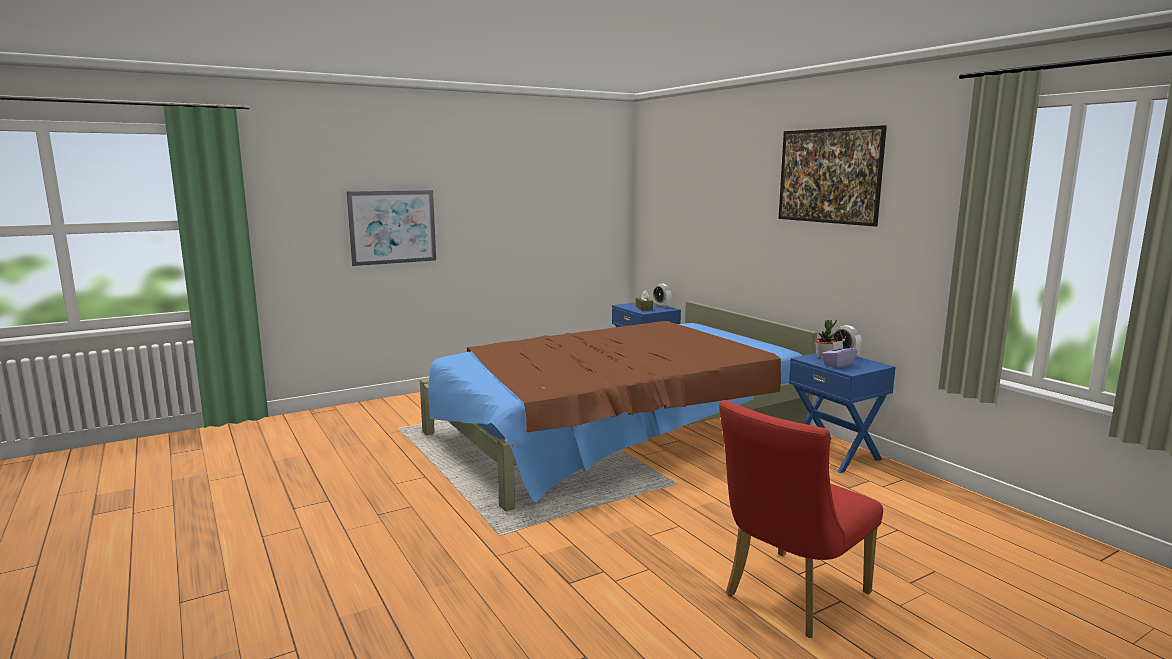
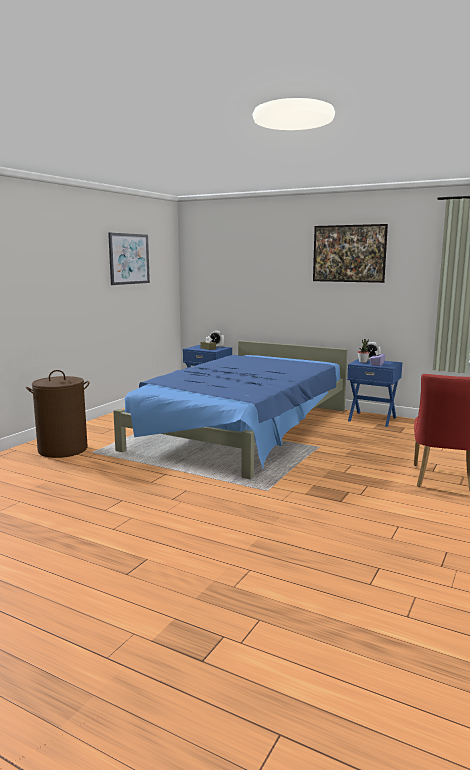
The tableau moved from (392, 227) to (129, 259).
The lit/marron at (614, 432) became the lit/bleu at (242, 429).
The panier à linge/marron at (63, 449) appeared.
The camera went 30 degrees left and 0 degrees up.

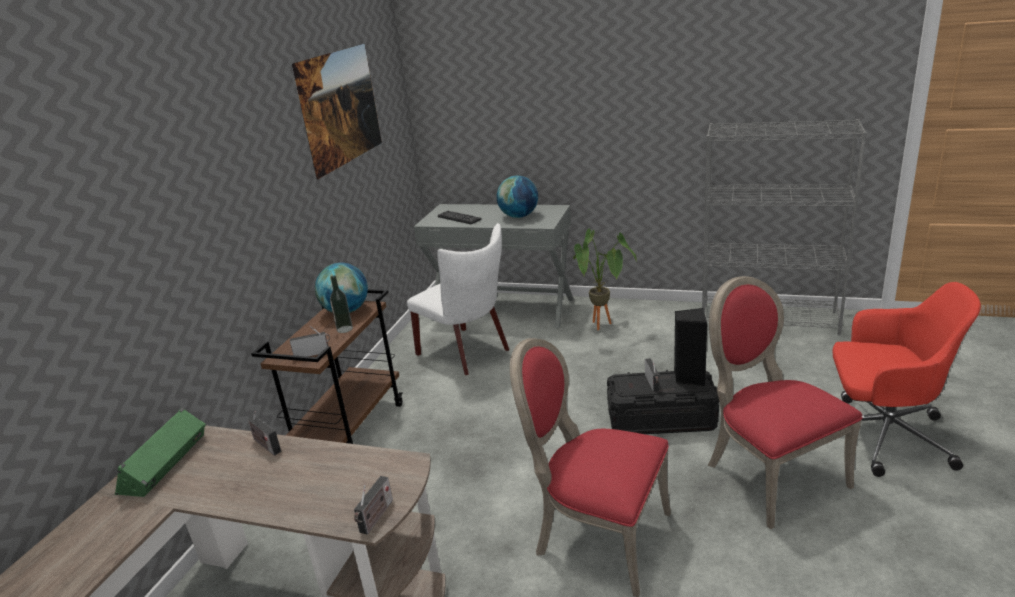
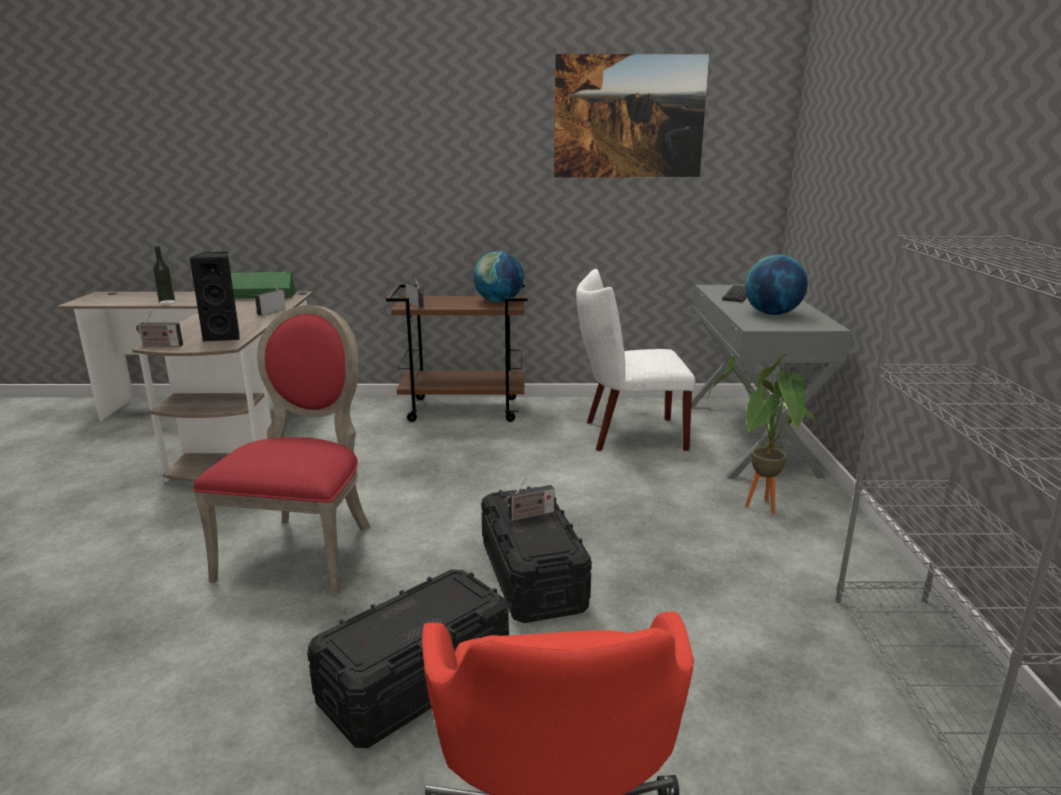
The bouteille moved from (344, 329) to (167, 302).
The chaise/blanc at (468, 353) turned 60 degrees clockwise.
The enceinte/noir moved from (689, 377) to (224, 336).
The chaise/rouge at (769, 474) was replaced by the boîte de rangement/noir at (417, 680).
The camera went 70 degrees right and 5 degrees down.

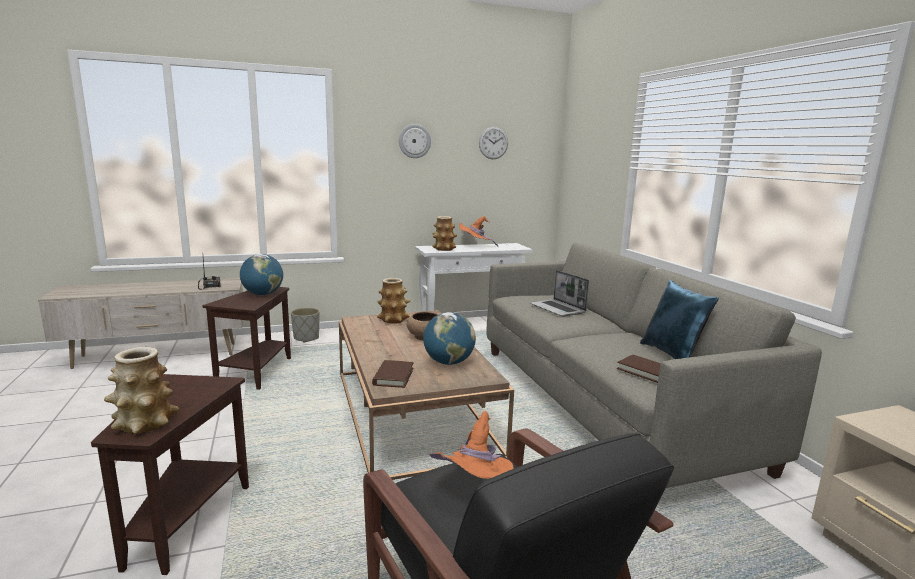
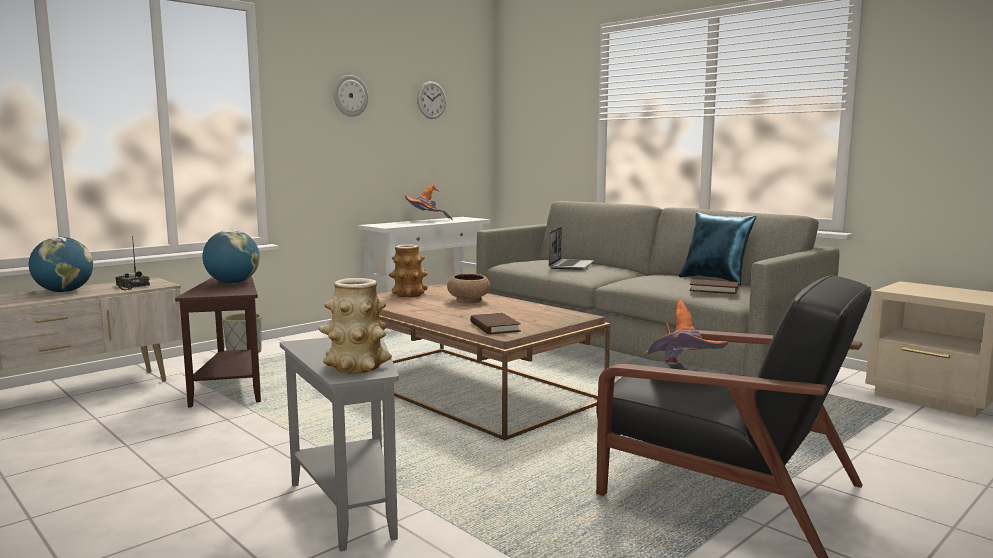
The table d'appoint/marron at (186, 519) became the table d'appoint/gris at (350, 504).
The globe moved from (448, 362) to (64, 291).
The vase at (444, 249) disappeared.
The ordinateur portable at (558, 309) turned 105 degrees counterclockwise.
The camera went 25 degrees left and 5 degrees down.

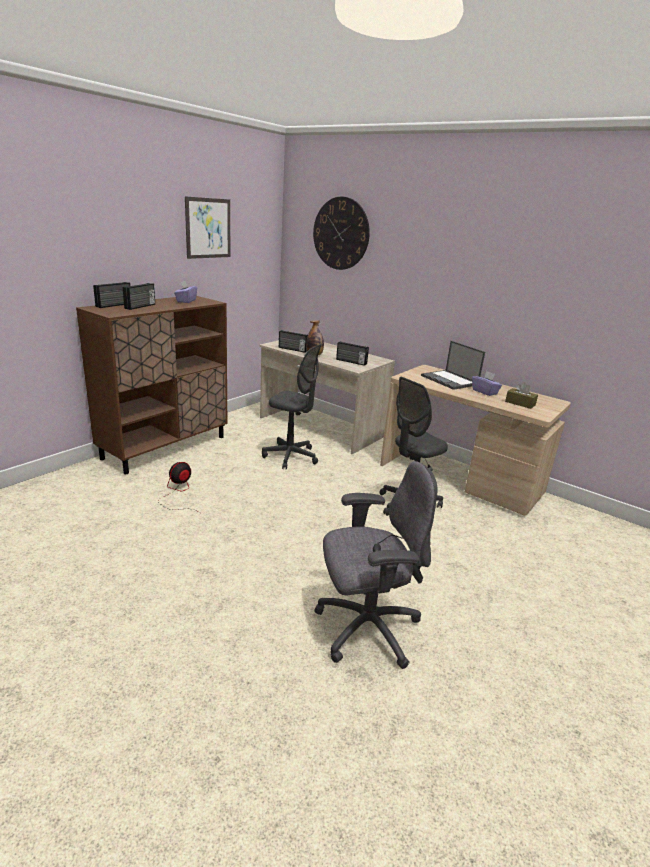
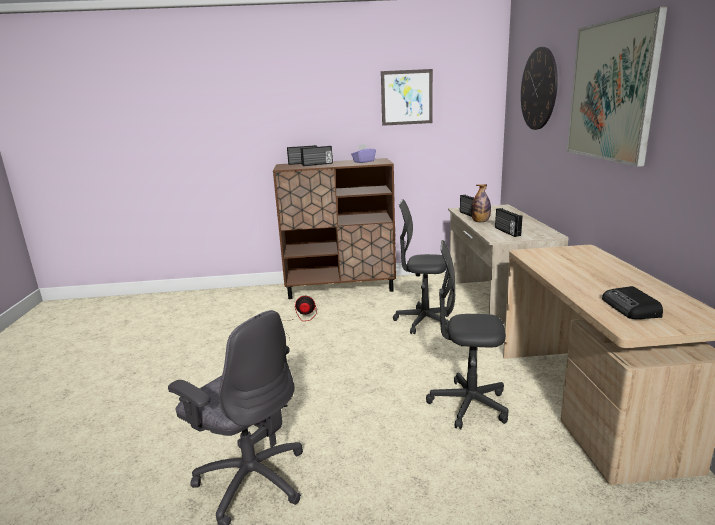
The chaise de bureau/gris at (290, 456) turned 120 degrees clockwise.
The ordinateur portable at (450, 380) disappeared.
The boîte à mouchoirs/violet at (484, 392) disappeared.
The boîte à mouchoirs/marron at (520, 403) was replaced by the radio at (631, 308).
The tableau at (611, 91) appeared.
The camera went 50 degrees right and 5 degrees down.

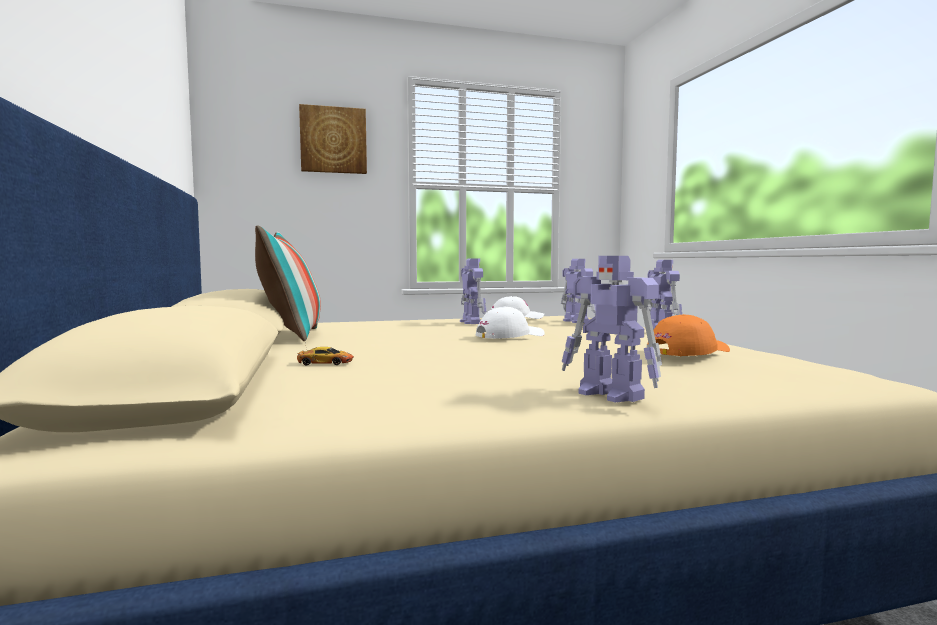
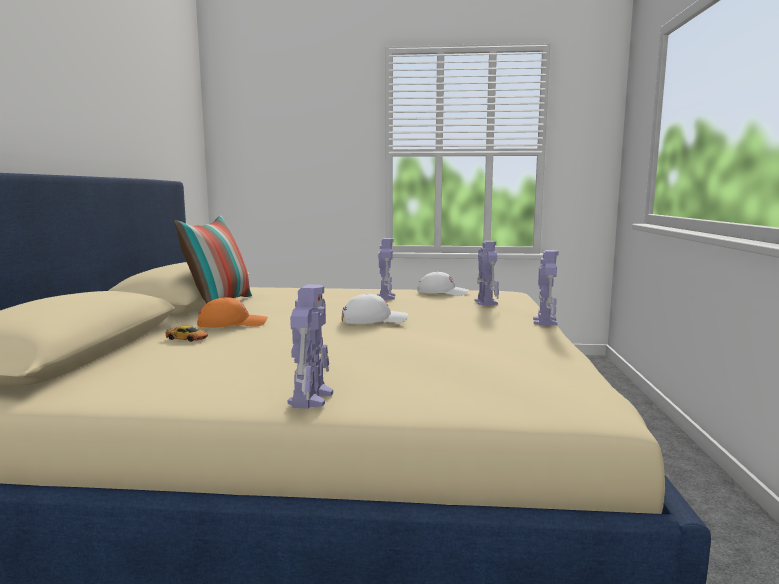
The tableau at (333, 140) disappeared.
The robot jouet at (611, 394) turned 150 degrees counterclockwise.
The casquette/orange moved from (688, 351) to (232, 323).
The camera went 20 degrees right and 5 degrees up.

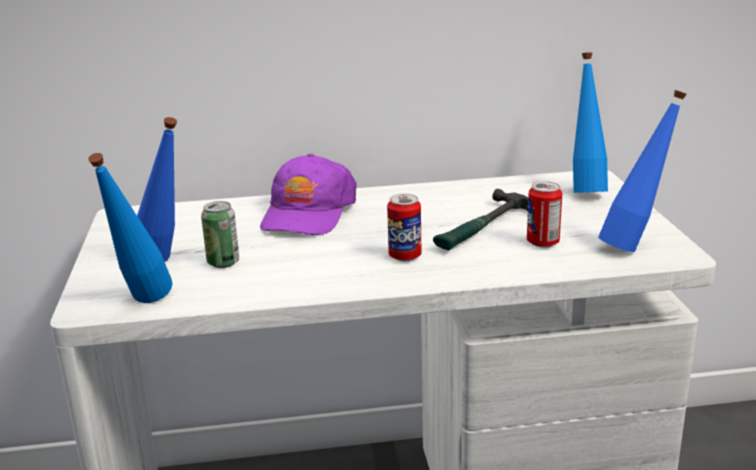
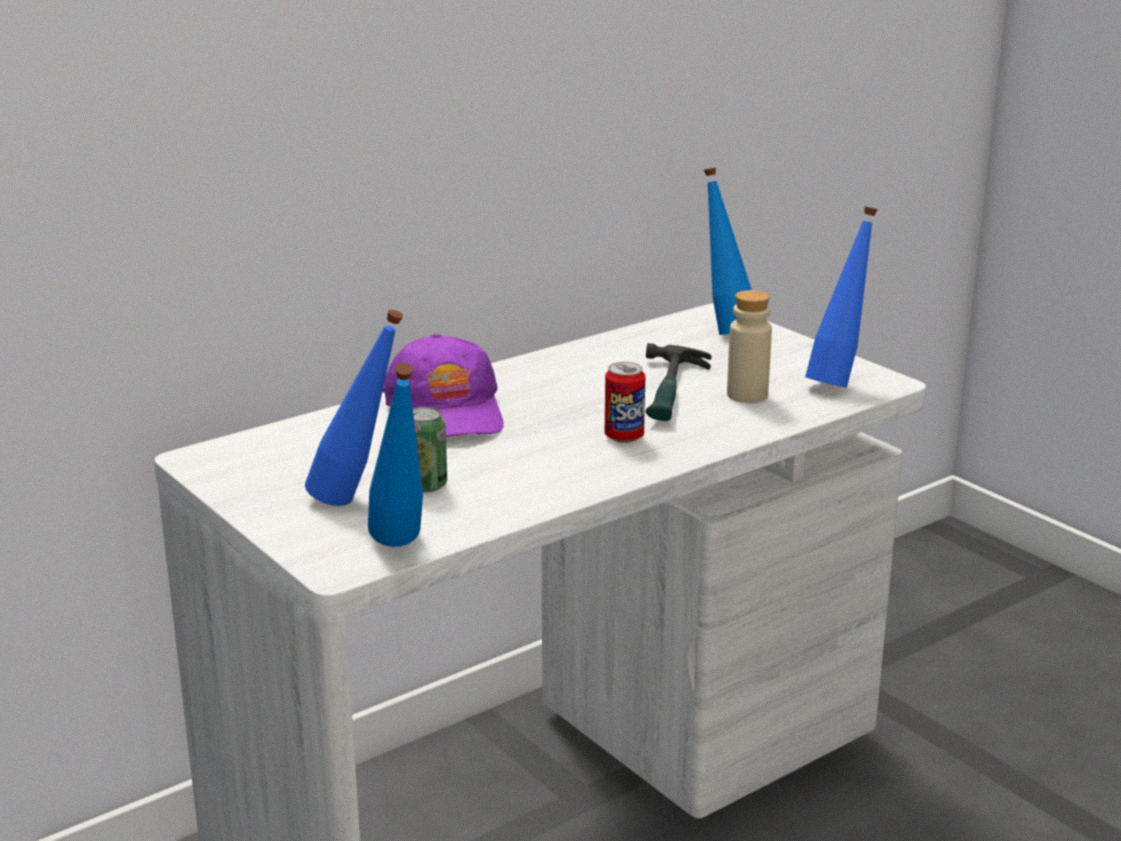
The boîte métallique at (542, 243) was replaced by the bouteille/beige at (747, 395).
The camera went 30 degrees left and 0 degrees up.

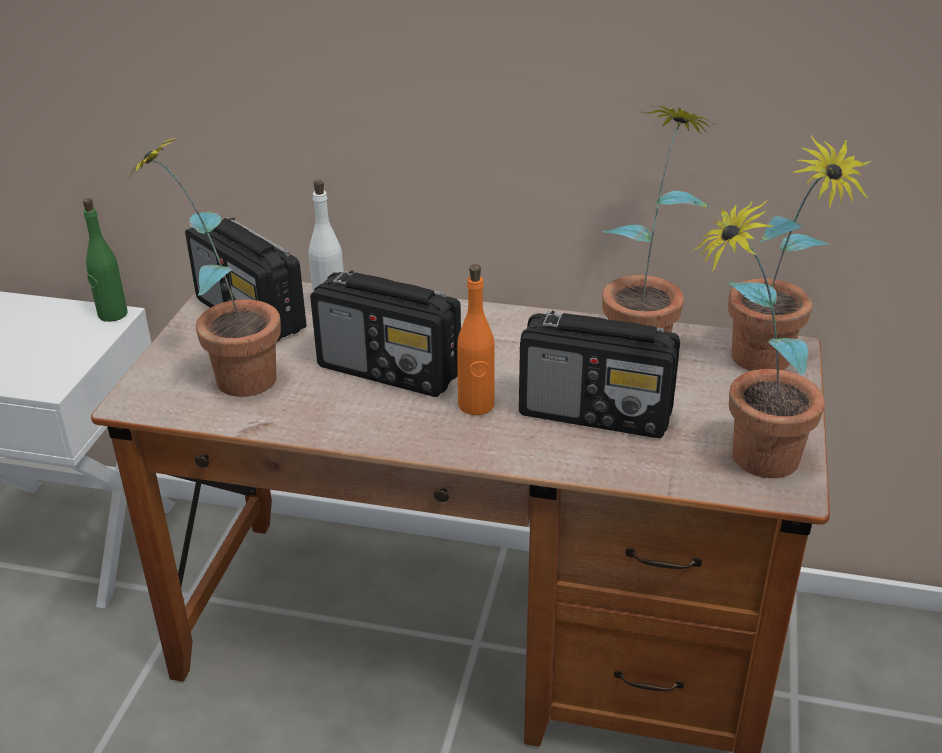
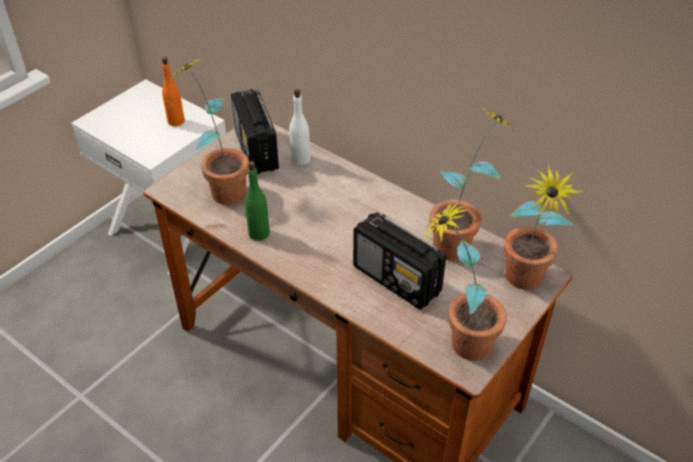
The bouteille/vert moved from (112, 314) to (258, 233).
The radio at (390, 371) disappeared.
The bouteille/orange moved from (476, 405) to (176, 121).
The camera went 25 degrees right and 10 degrees up.

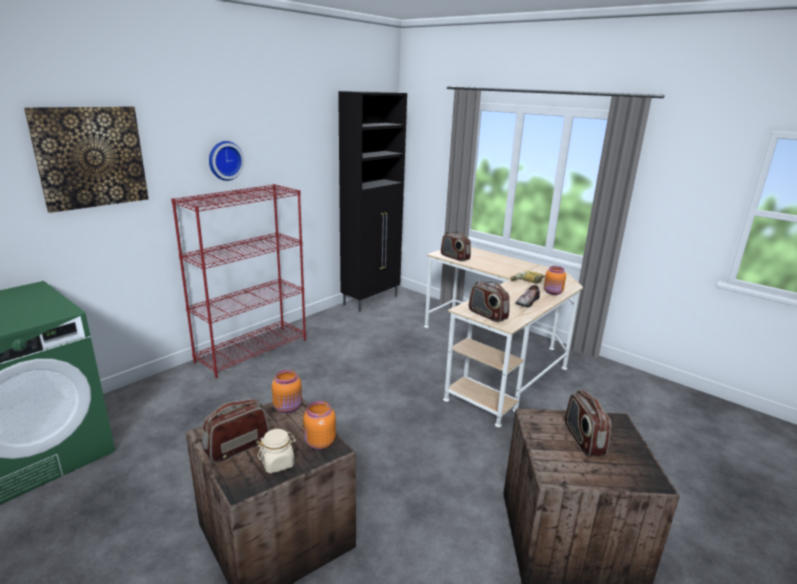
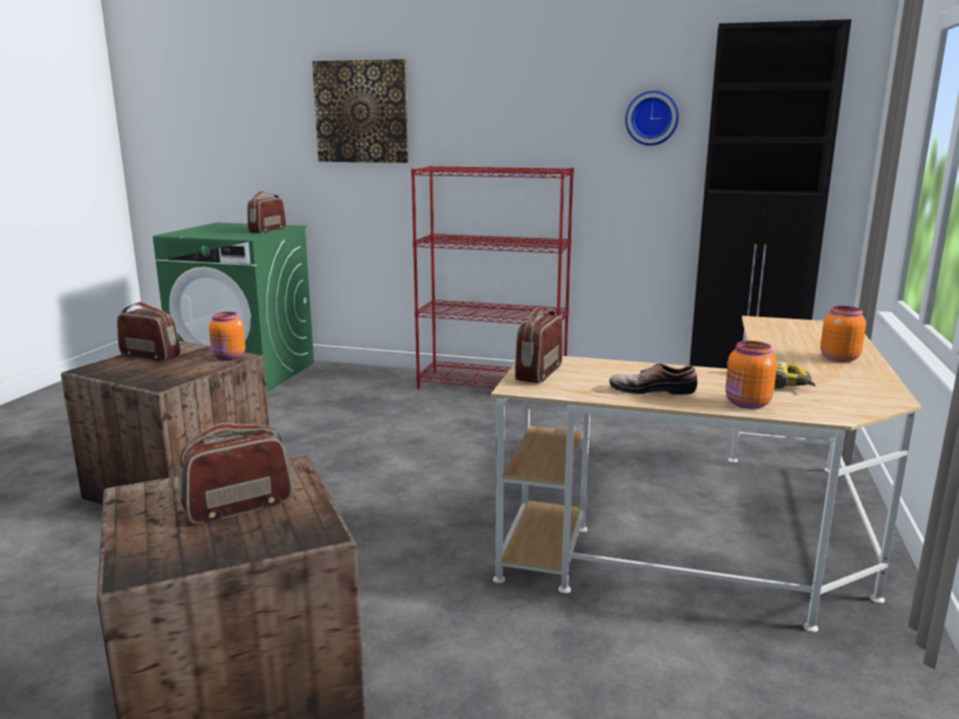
The horloge murale moved from (224, 160) to (652, 118).
The bocal/beige at (278, 463) disappeared.
The bocal/orange moved from (319, 443) to (838, 358).
The radio moved from (454, 257) to (267, 230).
The camera went 65 degrees right and 5 degrees down.

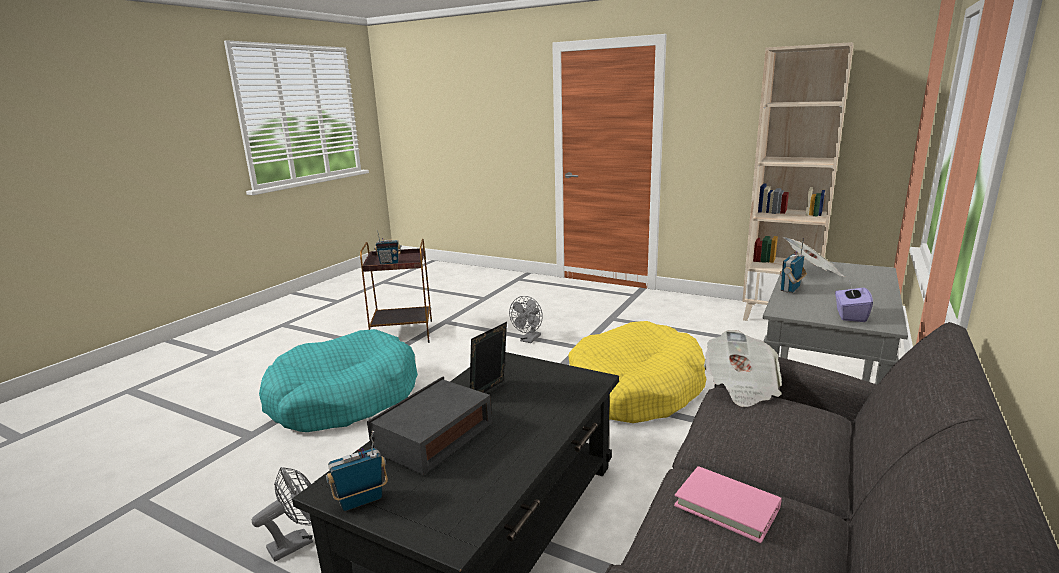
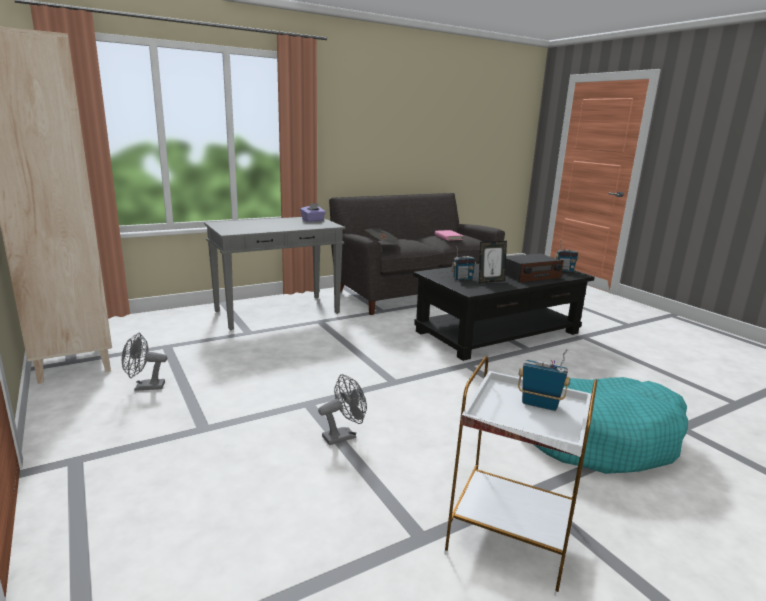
The ventilateur/gris moved from (297, 542) to (144, 387).
The table d'appoint/marron at (403, 333) became the table d'appoint/blanc at (509, 535).
The panier pour chien/jaune at (634, 389) disappeared.
The radio moved from (790, 289) to (462, 278).
The journal at (811, 271) disappeared.
The camera went 150 degrees left and 0 degrees up.

